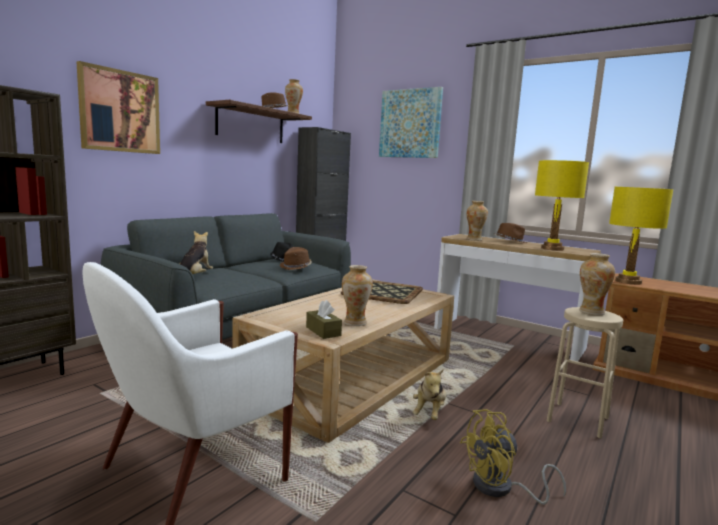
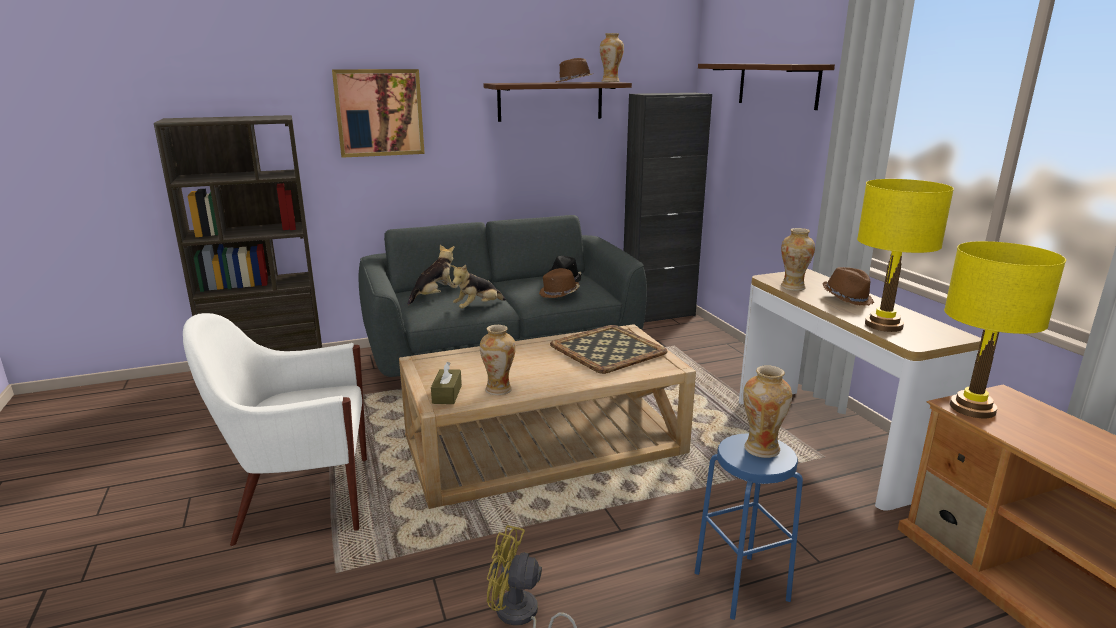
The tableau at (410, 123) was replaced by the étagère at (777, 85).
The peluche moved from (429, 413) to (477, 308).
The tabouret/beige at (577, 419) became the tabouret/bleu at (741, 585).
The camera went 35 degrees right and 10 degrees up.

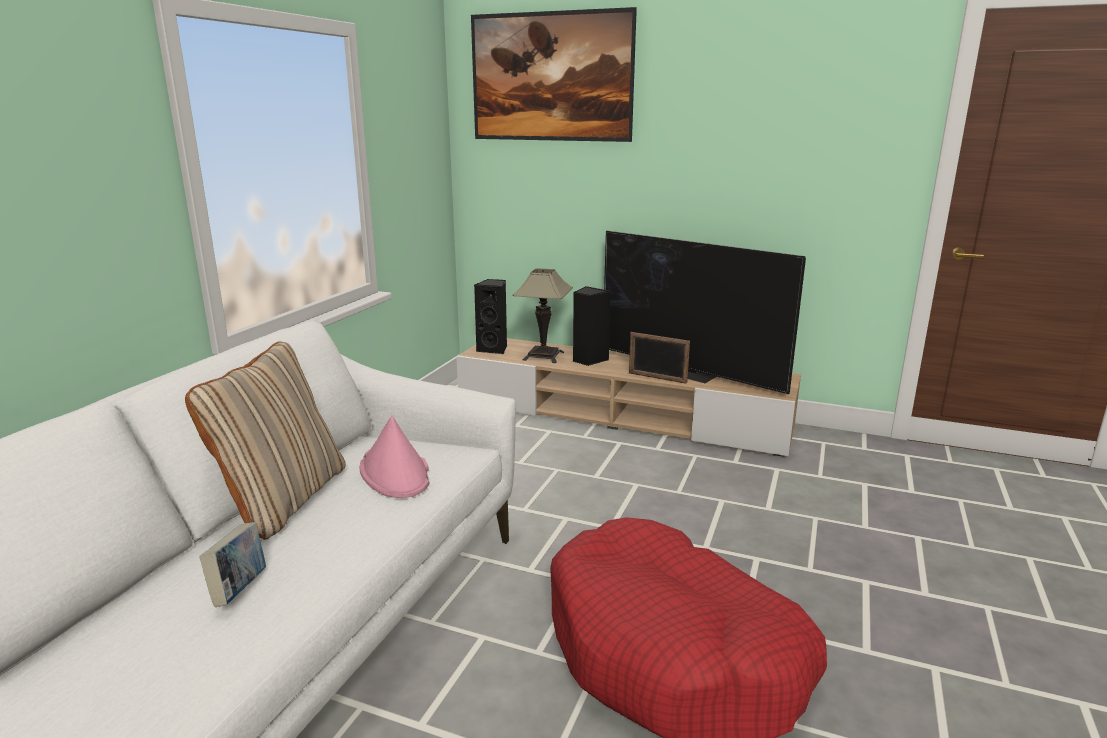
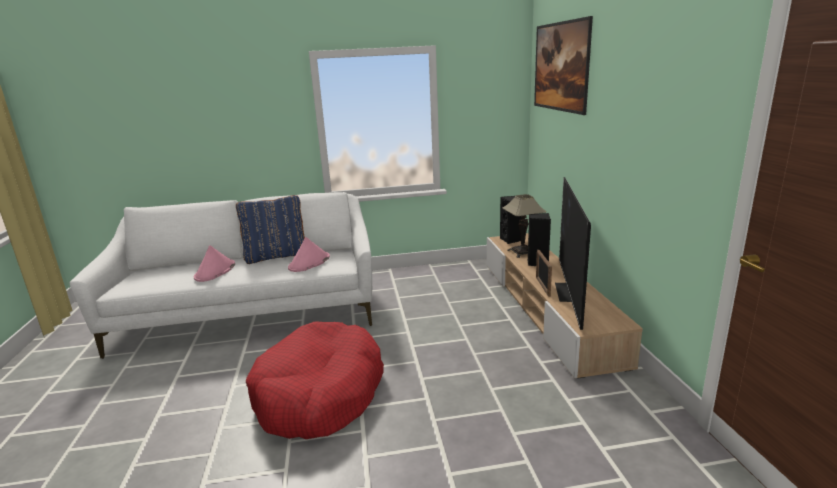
The coussin/beige at (283, 499) became the coussin/bleu at (276, 256).
The livre at (240, 590) was replaced by the chapeau/rose at (215, 271).
The camera went 60 degrees right and 0 degrees up.

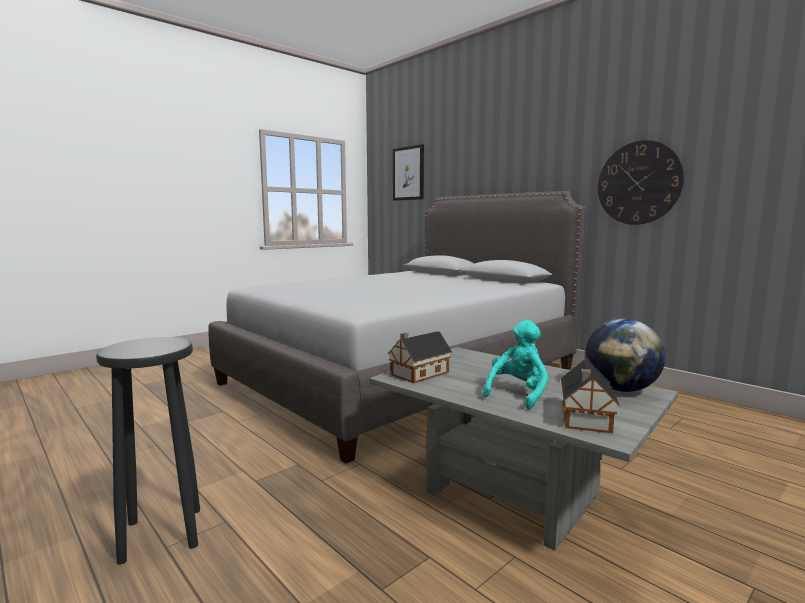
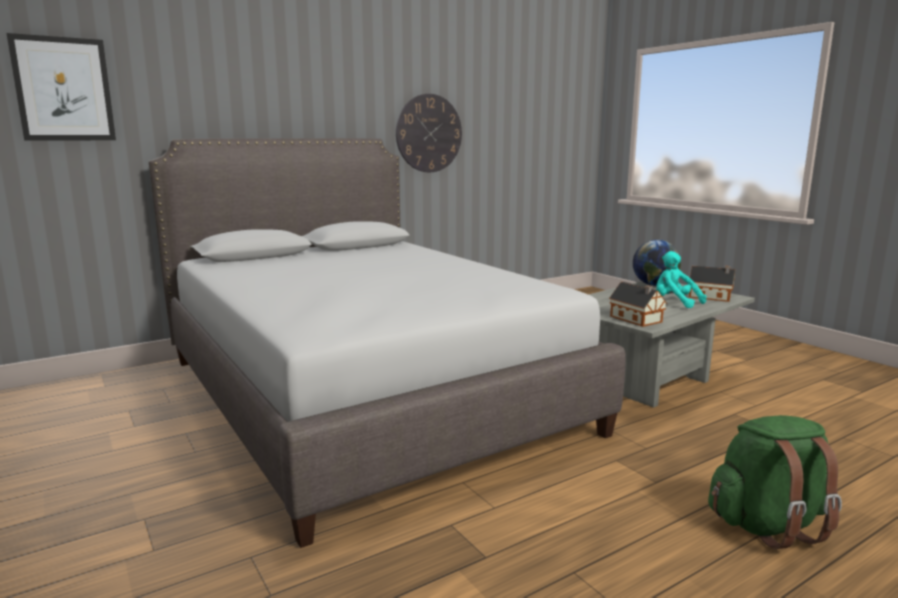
The tabouret/noir at (162, 533) was replaced by the sac à dos/vert at (768, 525).
The camera went 80 degrees left and 5 degrees up.

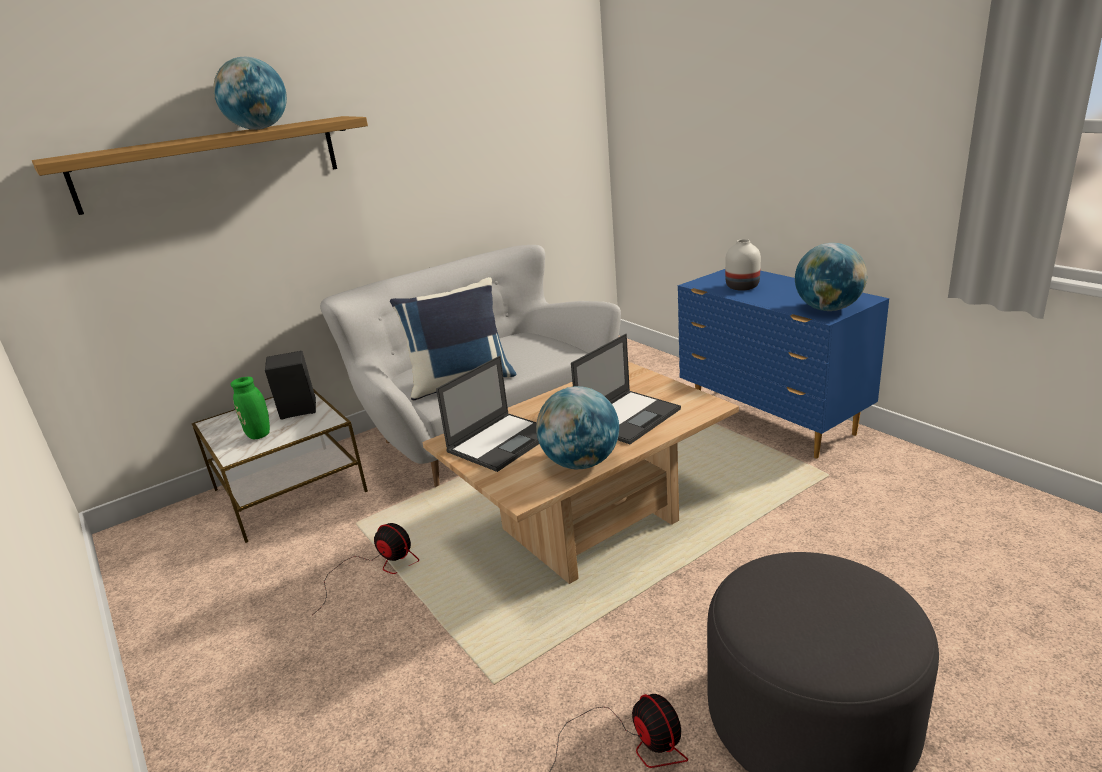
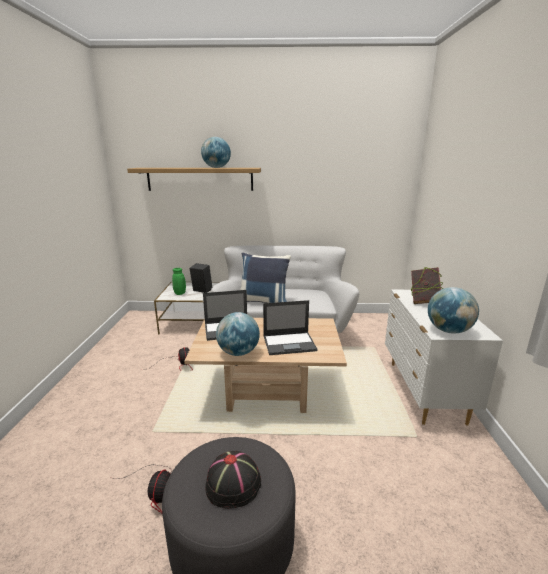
The commode/bleu at (772, 421) became the commode/blanc at (424, 391).
The vase/blanc at (743, 286) was replaced by the livre at (423, 301).
The chapeau/noir at (233, 484) appeared.
The camera went 35 degrees right and 5 degrees down.

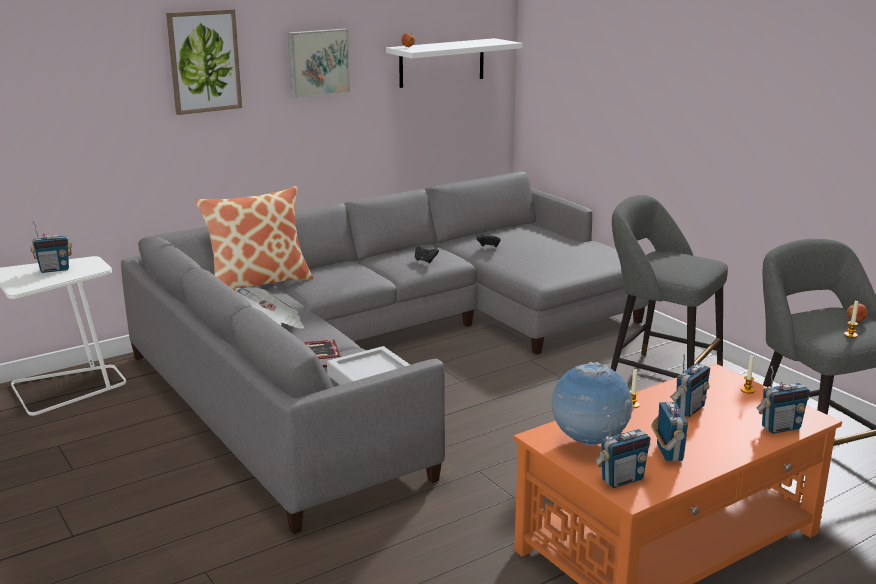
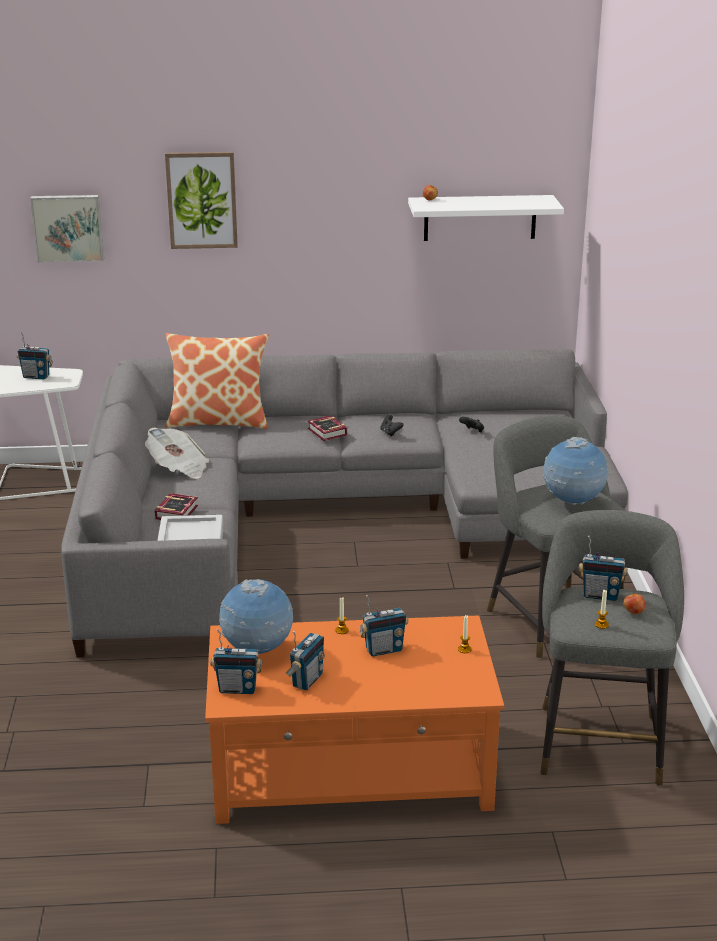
The tableau moved from (318, 62) to (68, 227).
The radio moved from (780, 427) to (600, 595).
The livre at (327, 433) appeared.
The globe at (573, 503) appeared.
The camera went 30 degrees right and 5 degrees up.

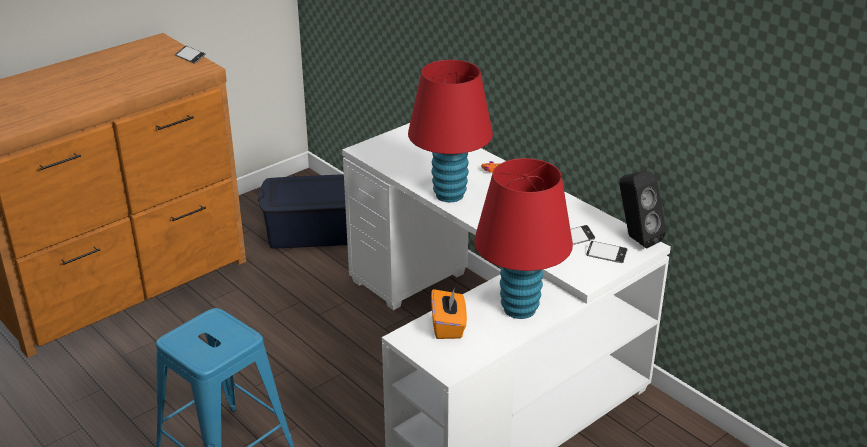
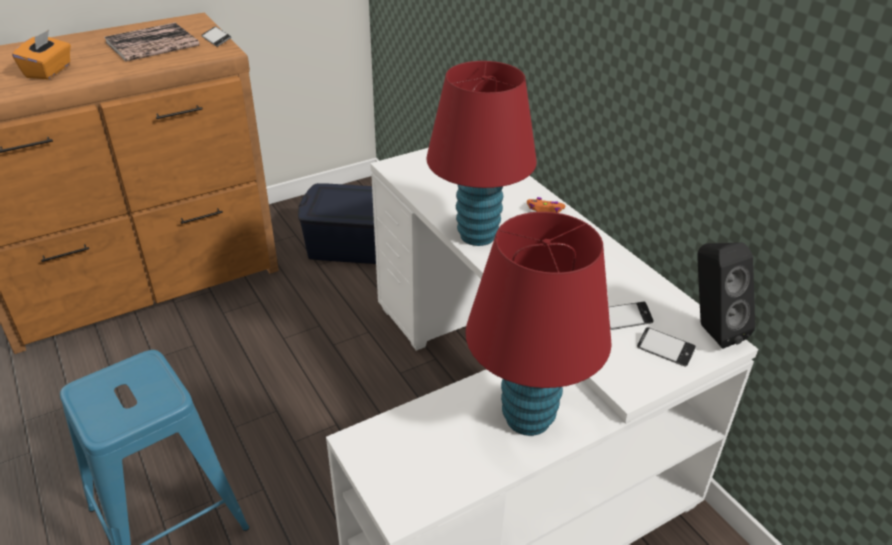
The boîte à mouchoirs/orange moved from (448, 326) to (49, 71).
The livre at (152, 44) appeared.
The camera went 10 degrees right and 5 degrees up.

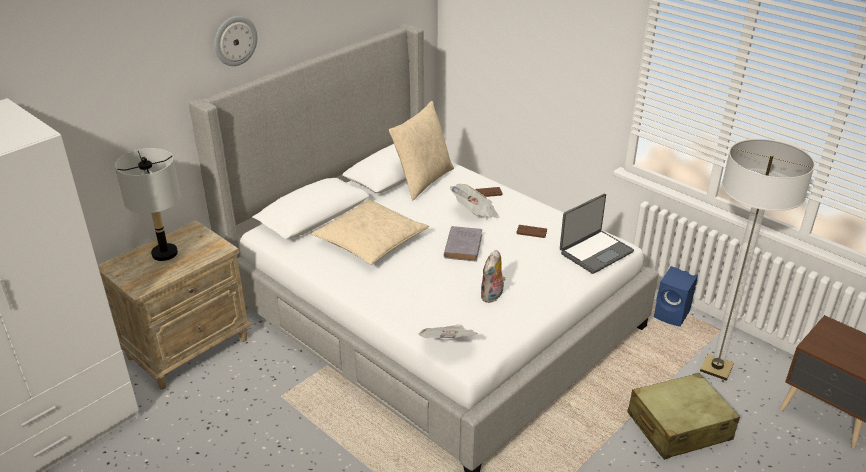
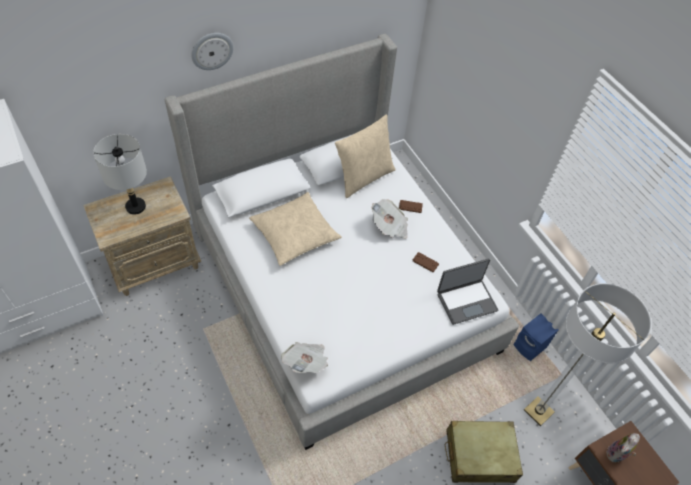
The livre/gris at (463, 245) disappeared.
The peluche moved from (492, 296) to (616, 455).
The camera went 15 degrees right and 20 degrees up.

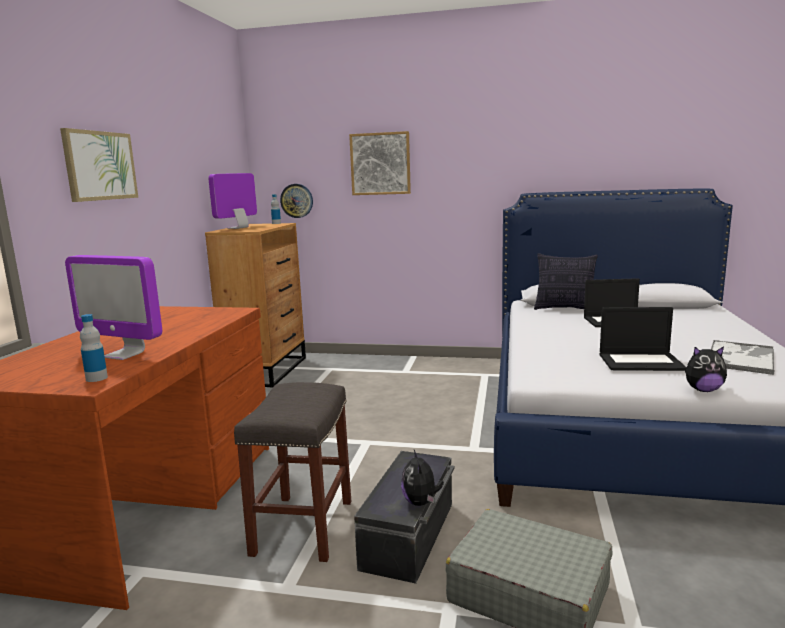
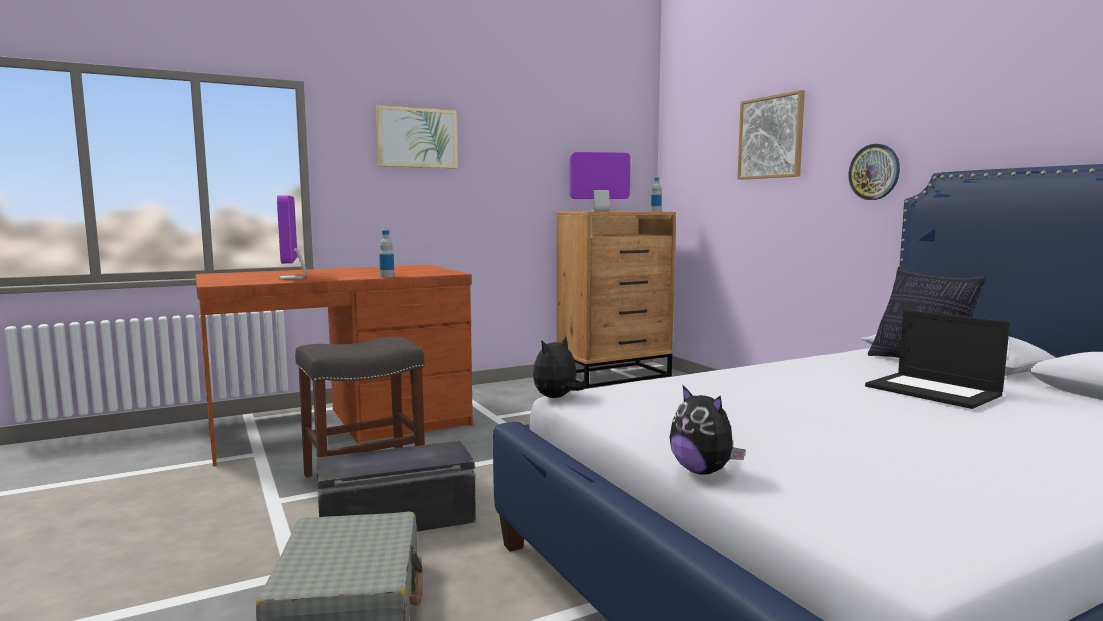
The bouteille moved from (96, 378) to (387, 276).
The horloge murale moved from (297, 200) to (874, 172).
The peluche moved from (421, 502) to (557, 398).
The ordinateur portable at (641, 362) disappeared.
The plateau at (740, 358) disappeared.
The camera went 50 degrees right and 5 degrees down.

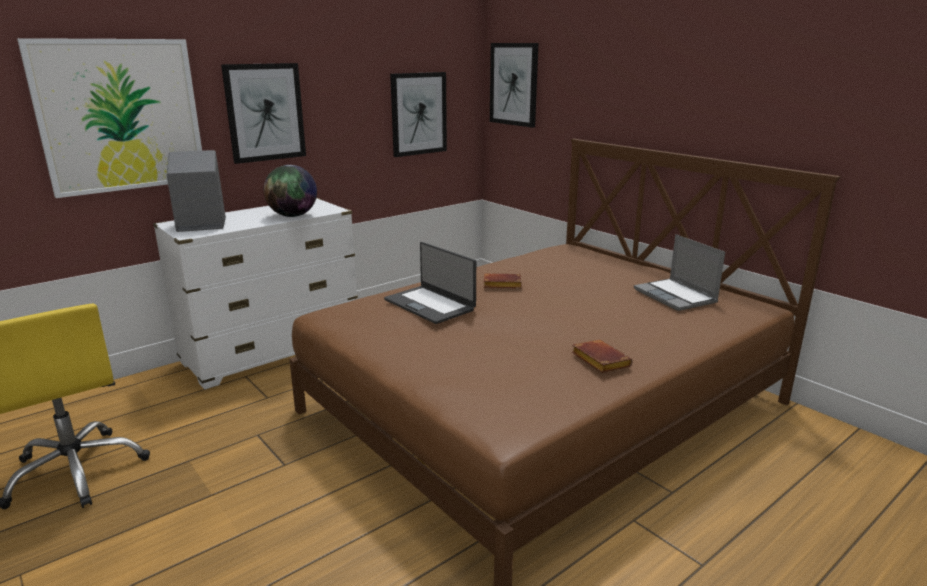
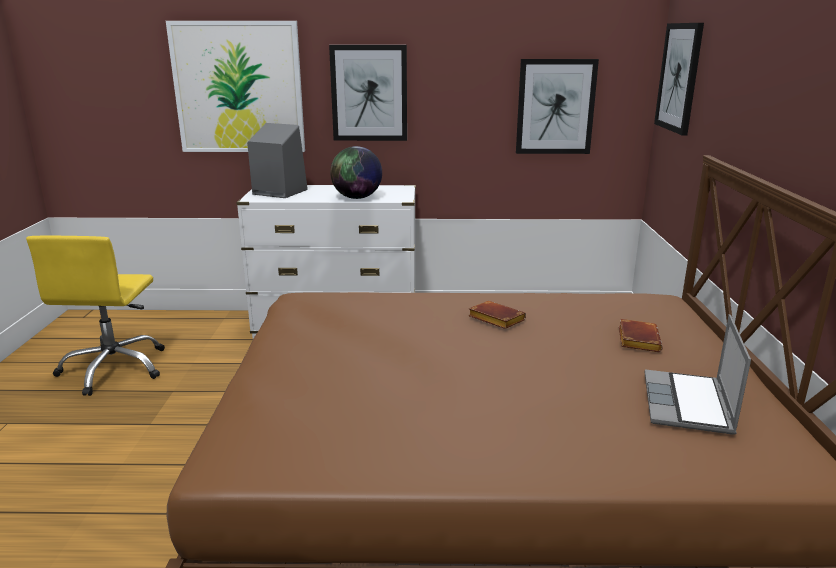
The ordinateur portable at (430, 304) disappeared.
The livre/marron moved from (598, 360) to (636, 339).
The camera went 40 degrees right and 0 degrees up.

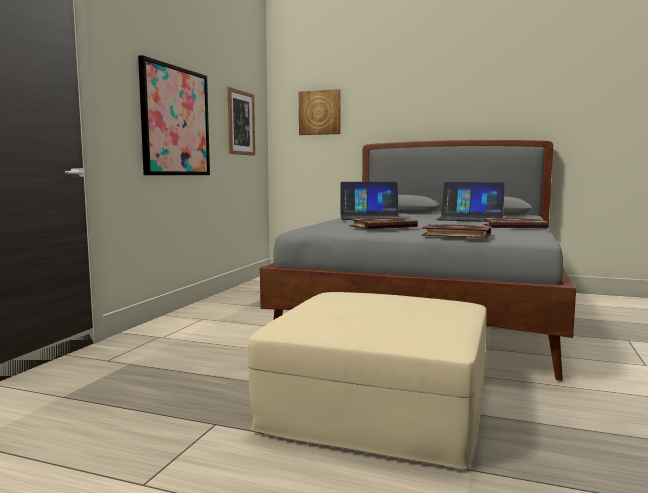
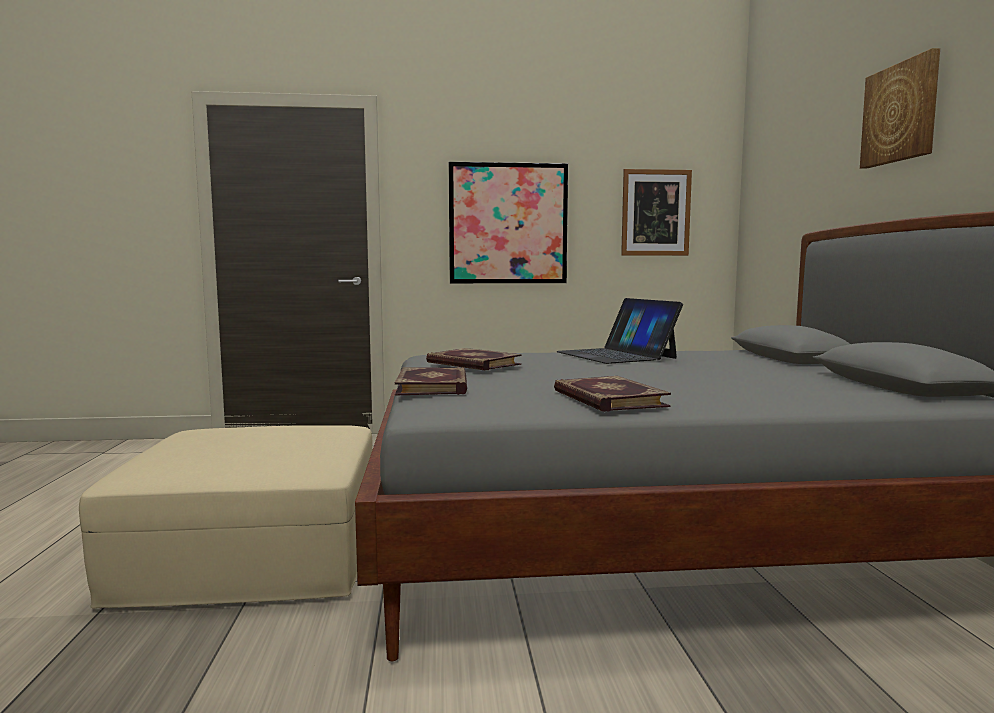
The tableau moved from (320, 112) to (900, 113).
The ordinateur portable at (470, 218) disappeared.
The camera went 65 degrees right and 0 degrees up.

